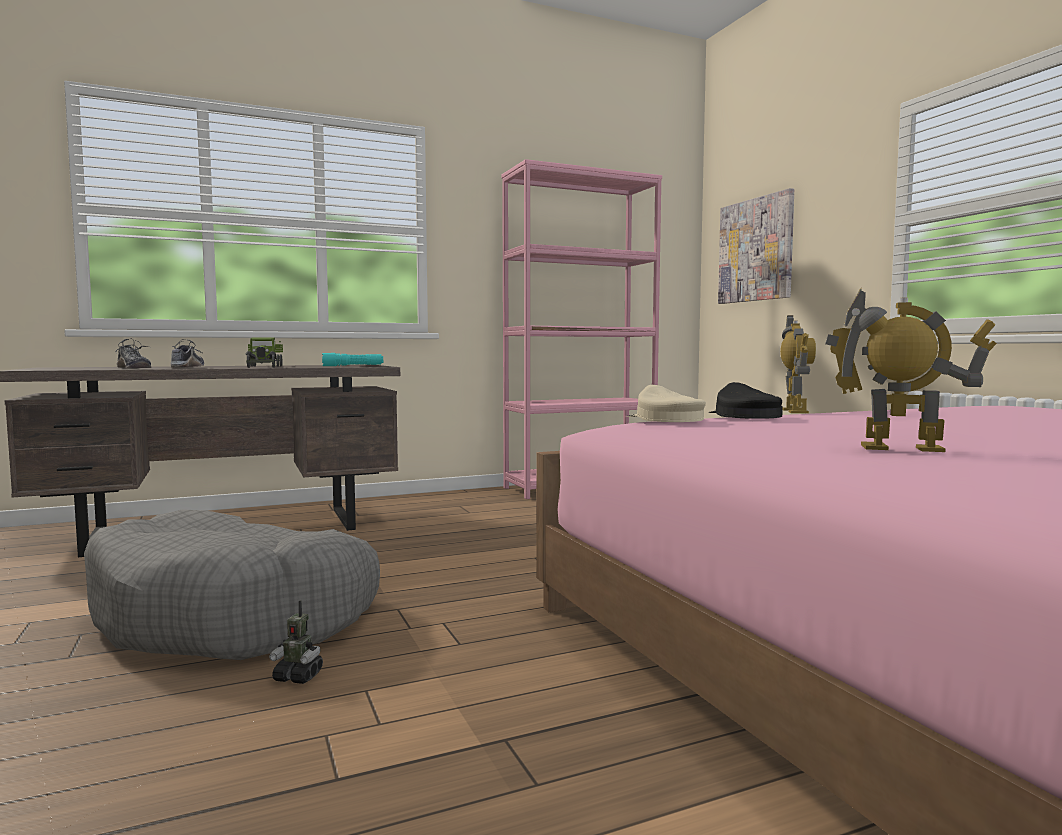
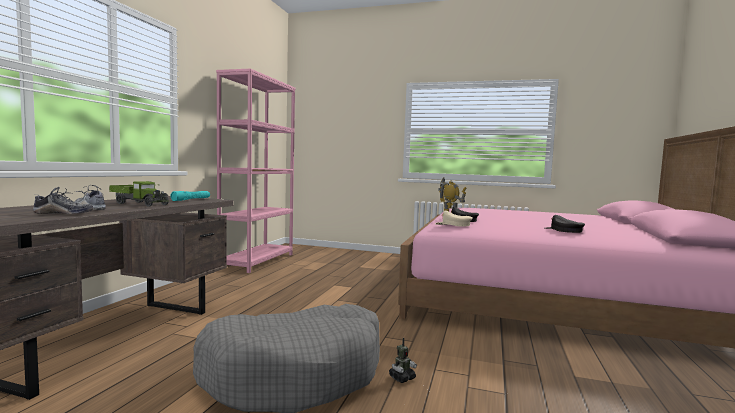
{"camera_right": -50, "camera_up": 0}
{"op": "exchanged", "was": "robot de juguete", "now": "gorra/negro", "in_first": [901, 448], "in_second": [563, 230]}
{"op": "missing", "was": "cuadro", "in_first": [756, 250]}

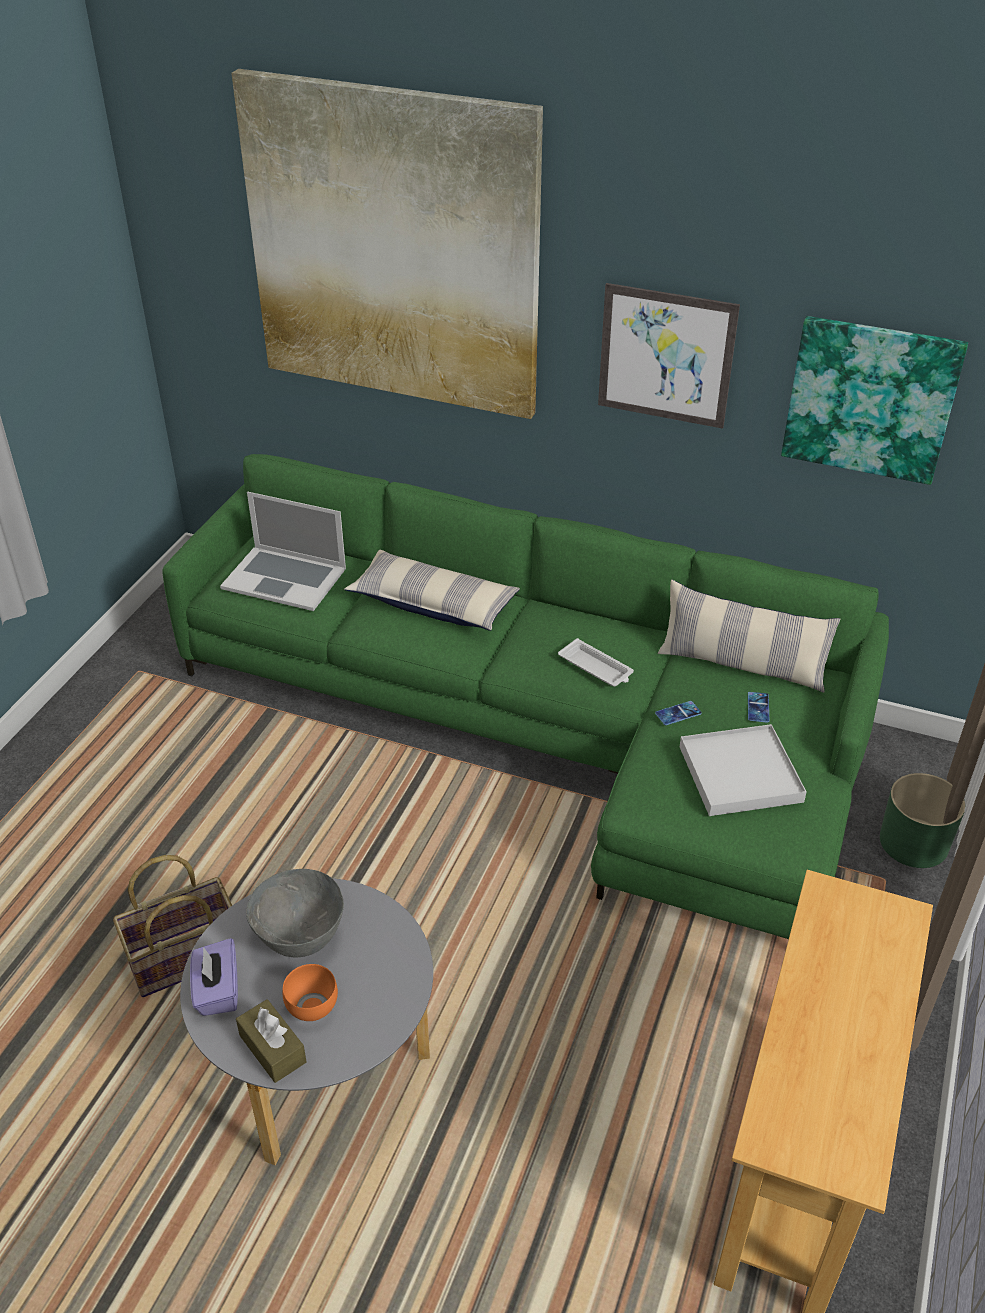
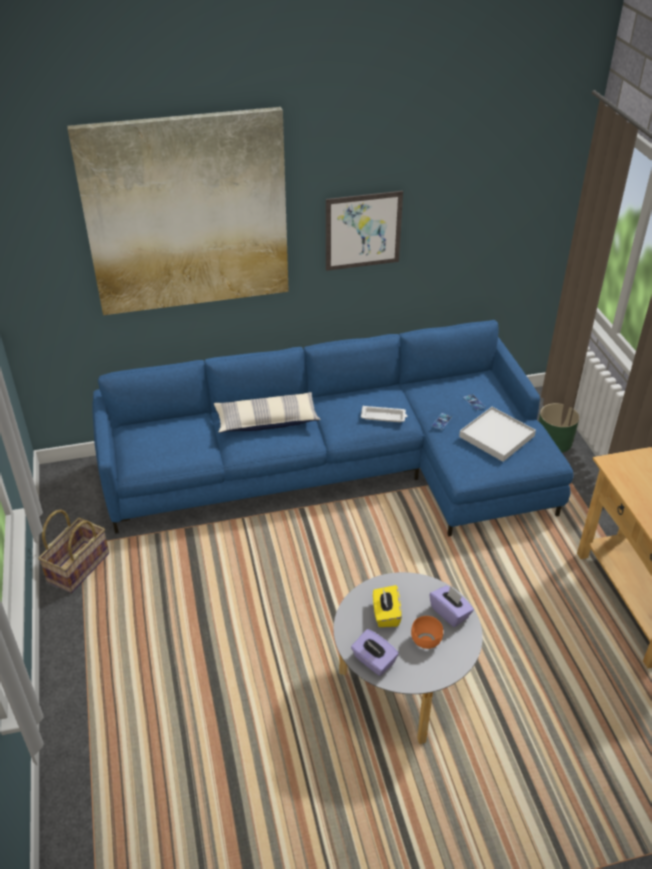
{"camera_right": -35, "camera_up": 0}
{"op": "relocated", "was": "cesta", "in_first": [185, 955], "in_second": [78, 566]}
{"op": "colour", "was": "sofá/verde", "now": "sofá/azul", "in_first": [542, 729], "in_second": [343, 469]}
{"op": "exchanged", "was": "cuenco/gris", "now": "caja de pañuelos/amarillo", "in_first": [300, 939], "in_second": [386, 614]}
{"op": "appeared", "now": "caja de pañuelos/morado", "in_second": [450, 613]}
{"op": "missing", "was": "portátil", "in_first": [284, 578]}
{"op": "missing", "was": "caja de pañuelos/marrón", "in_first": [272, 1049]}
{"op": "missing", "was": "cojín", "in_first": [741, 665]}
{"op": "missing", "was": "cuadro", "in_first": [870, 399]}

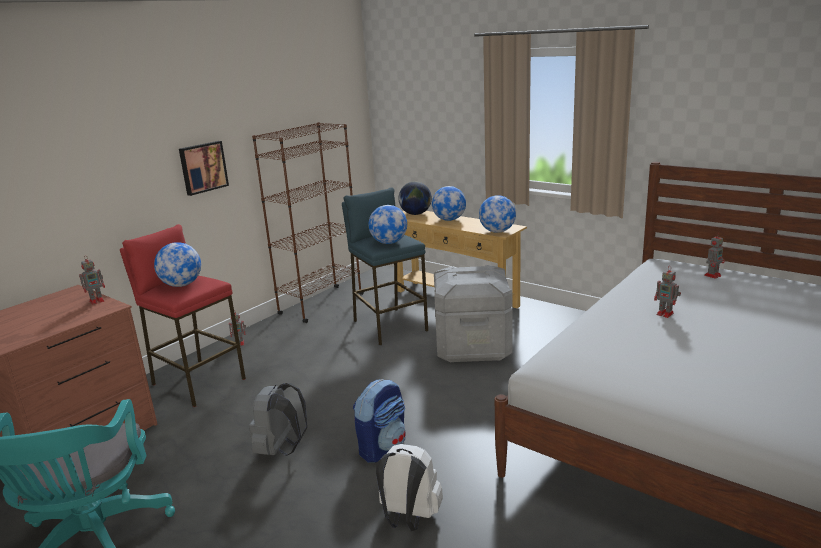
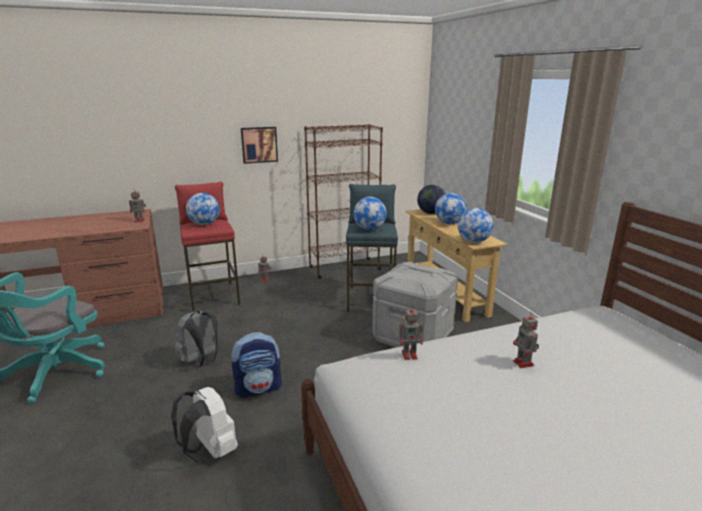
{"camera_right": 30, "camera_up": 0}
{"op": "relocated", "was": "robot de juguete", "in_first": [713, 275], "in_second": [410, 355]}

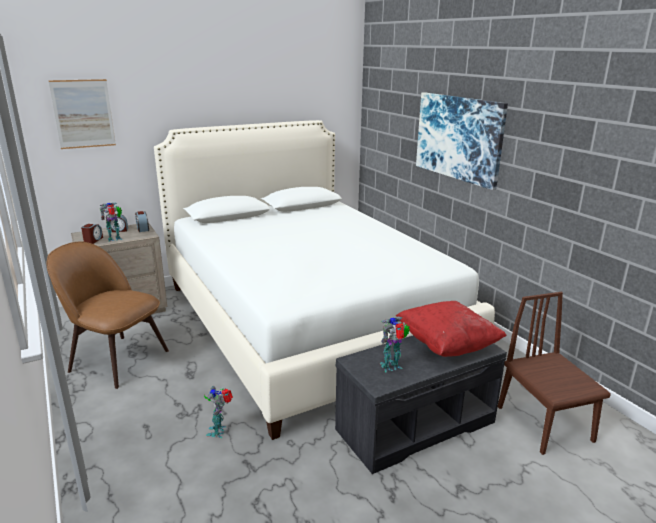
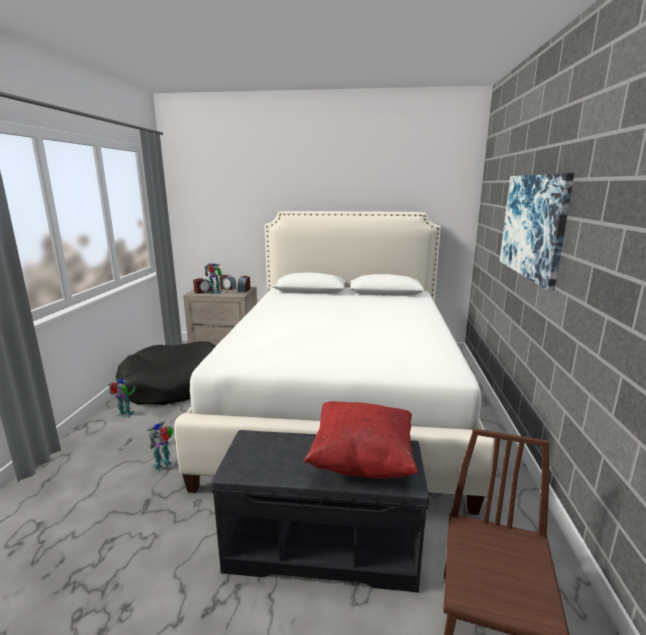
{"camera_right": 35, "camera_up": -5}
{"op": "relocated", "was": "robot de juguete", "in_first": [392, 367], "in_second": [125, 415]}
{"op": "exchanged", "was": "silla/marrón", "now": "cama para perro/negro", "in_first": [116, 359], "in_second": [176, 385]}
{"op": "missing", "was": "cuadro", "in_first": [83, 114]}

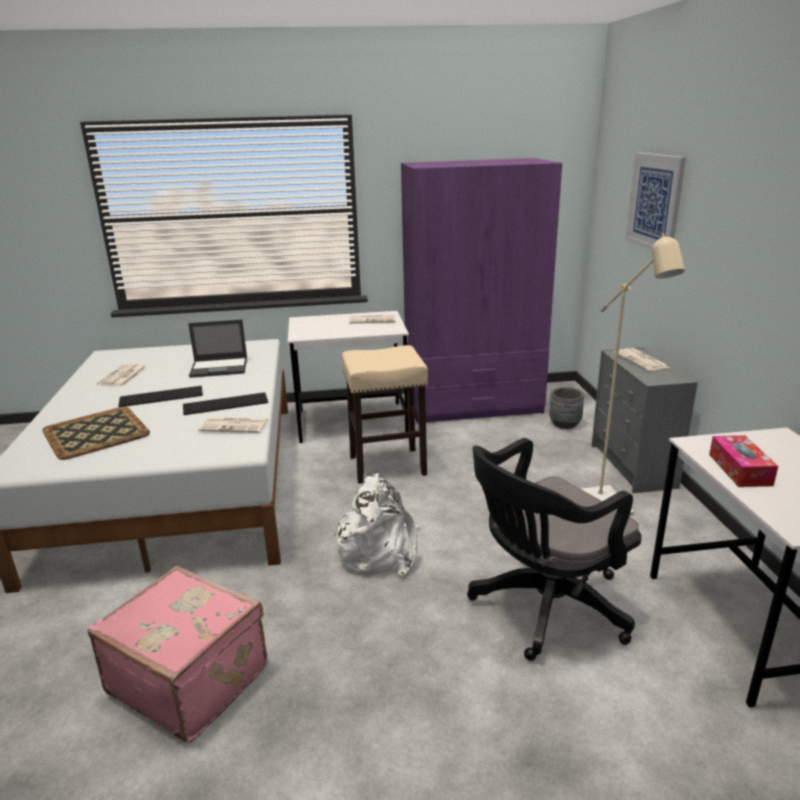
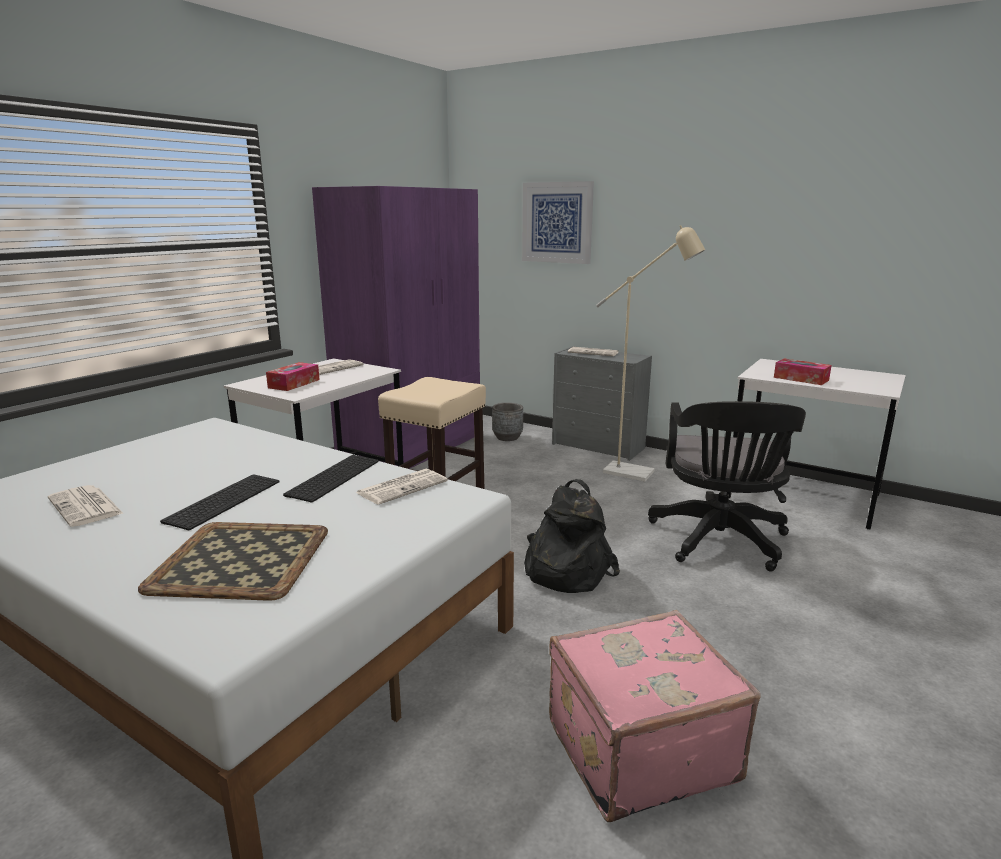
{"camera_right": -50, "camera_up": -5}
{"op": "appeared", "now": "caja de pañuelos", "in_second": [294, 384]}
{"op": "colour", "was": "mochila/blanco", "now": "mochila/negro", "in_first": [379, 551], "in_second": [564, 570]}
{"op": "missing", "was": "portátil", "in_first": [220, 367]}

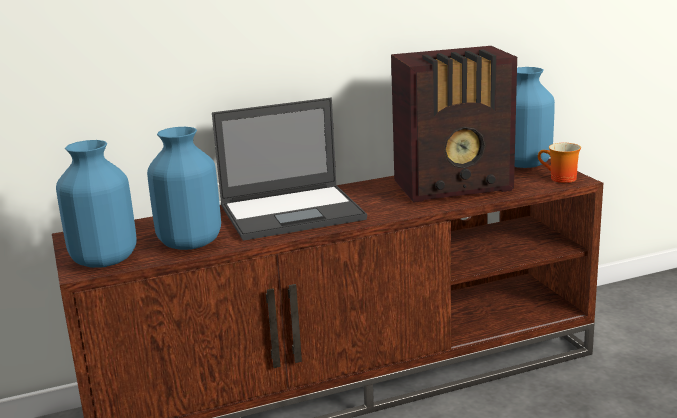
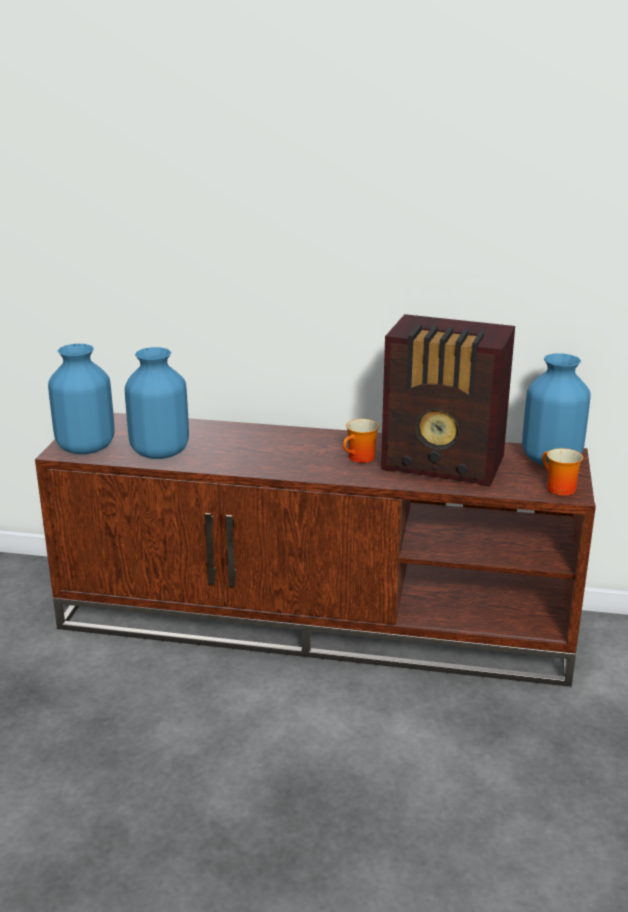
{"camera_right": 30, "camera_up": 5}
{"op": "appeared", "now": "taza grande", "in_second": [361, 459]}
{"op": "missing", "was": "portátil", "in_first": [293, 212]}

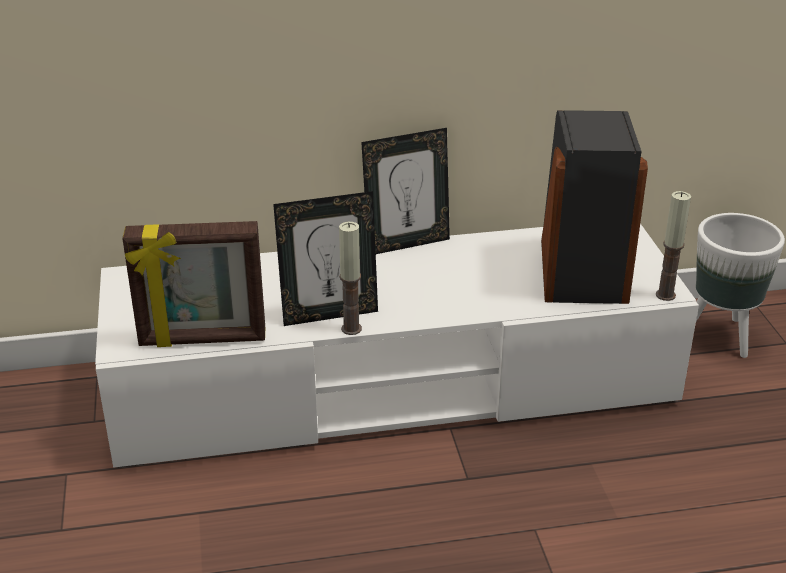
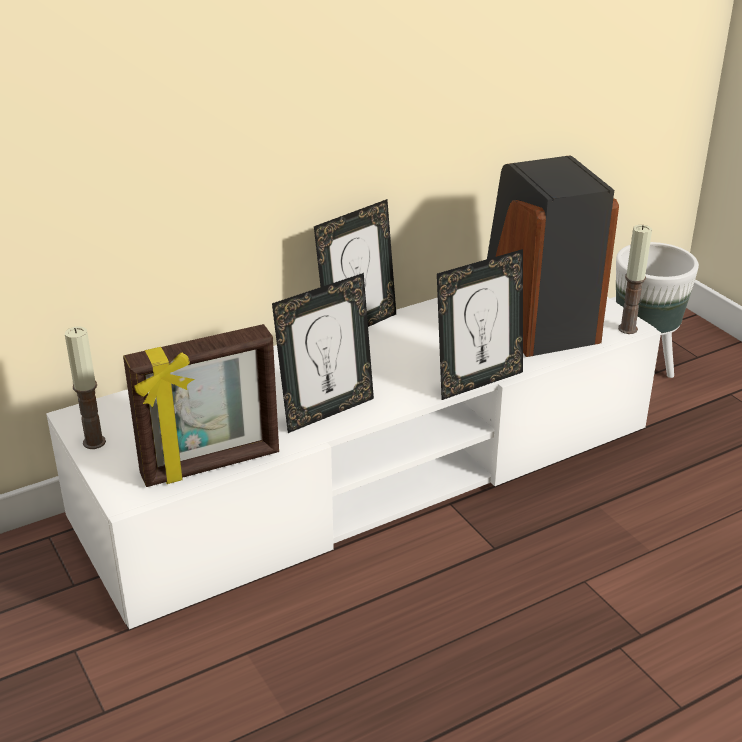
{"camera_right": -20, "camera_up": 0}
{"op": "relocated", "was": "vela", "in_first": [351, 329], "in_second": [94, 442]}
{"op": "appeared", "now": "portarretratos", "in_second": [478, 381]}

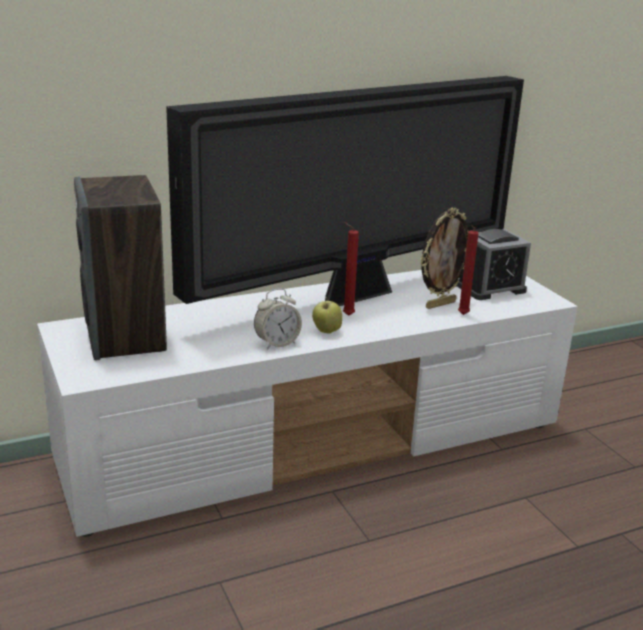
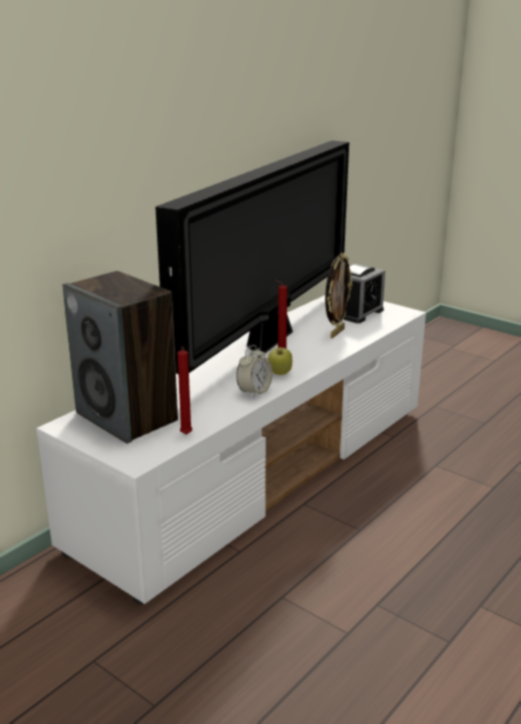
{"camera_right": -25, "camera_up": 0}
{"op": "relocated", "was": "vela/rojo", "in_first": [462, 315], "in_second": [185, 435]}

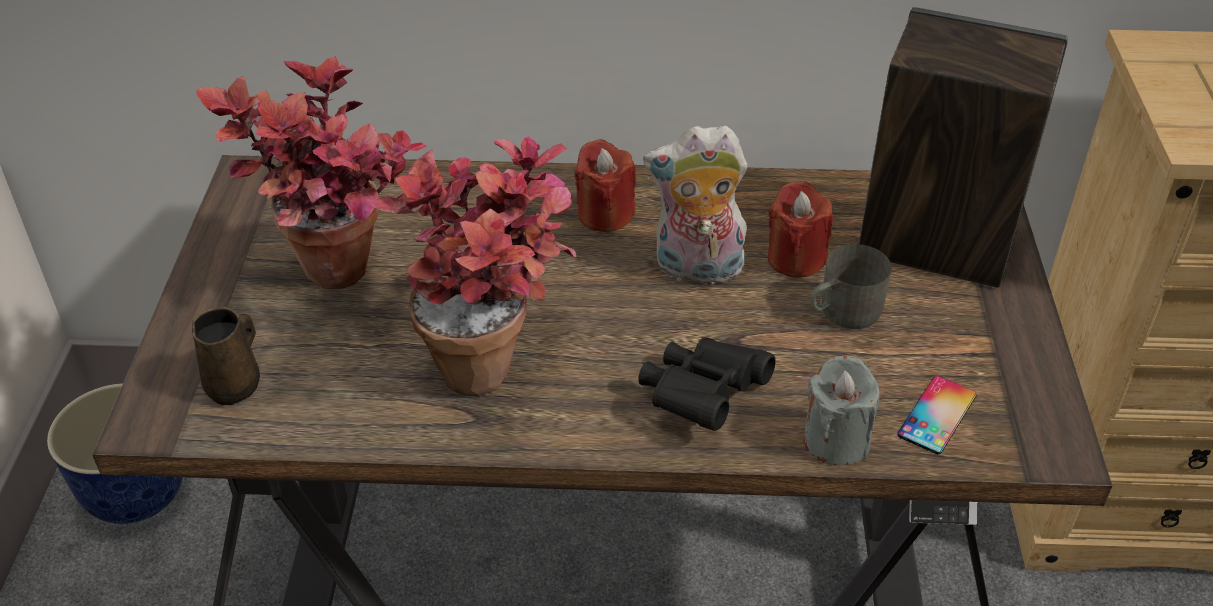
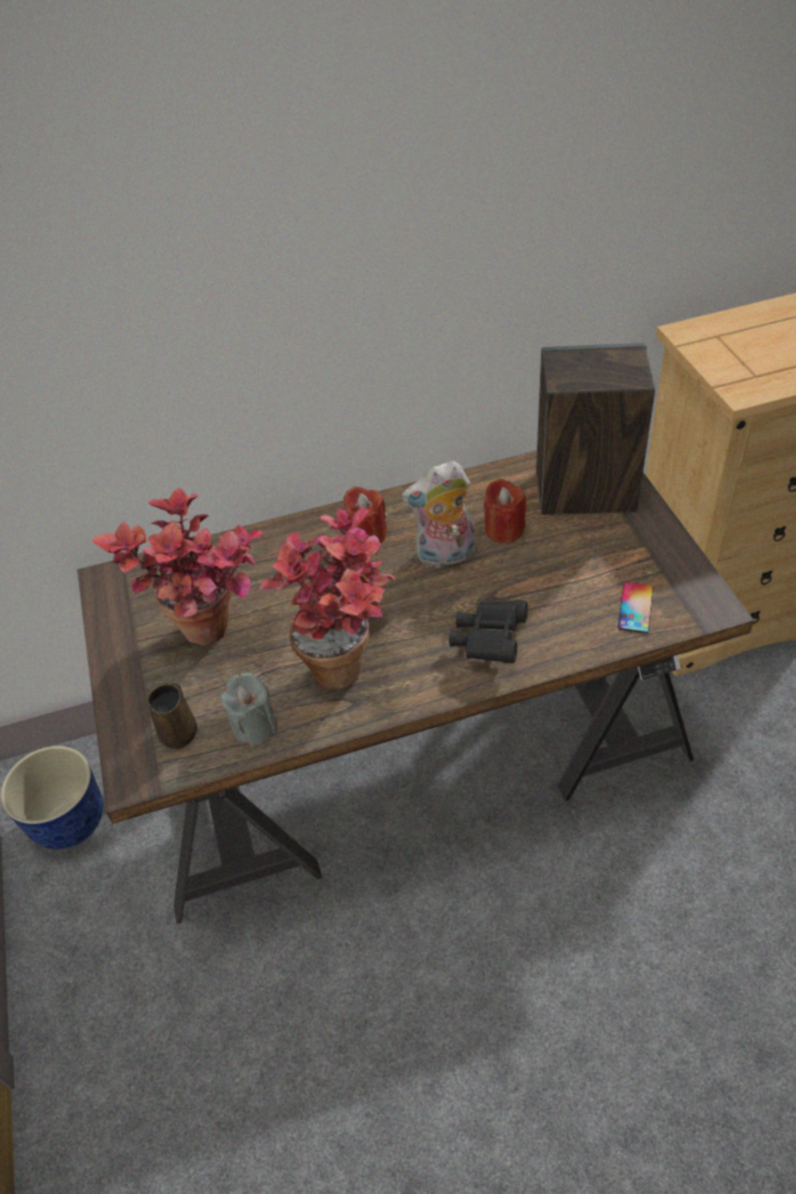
{"camera_right": -15, "camera_up": 5}
{"op": "relocated", "was": "vela/gris", "in_first": [836, 441], "in_second": [254, 726]}
{"op": "missing", "was": "taza grande/gris", "in_first": [842, 311]}

